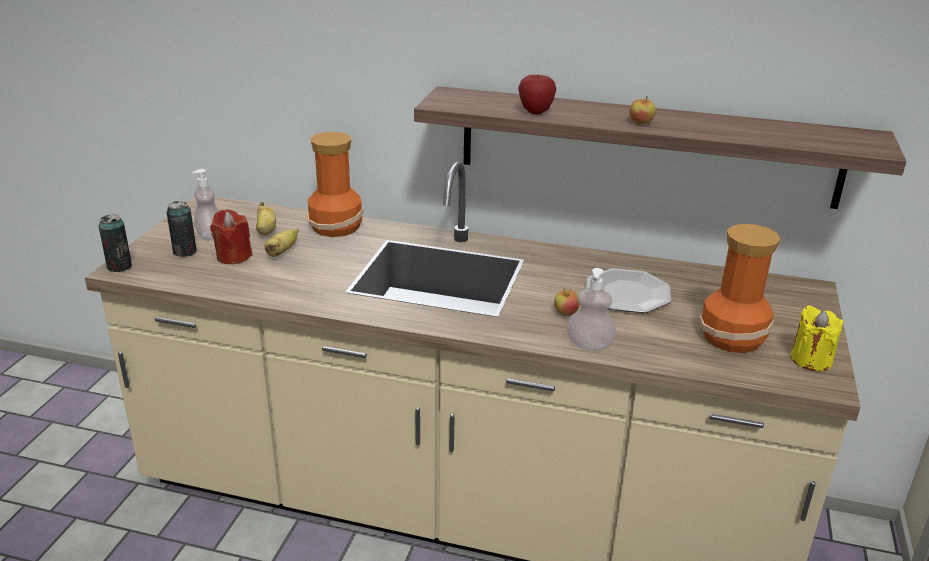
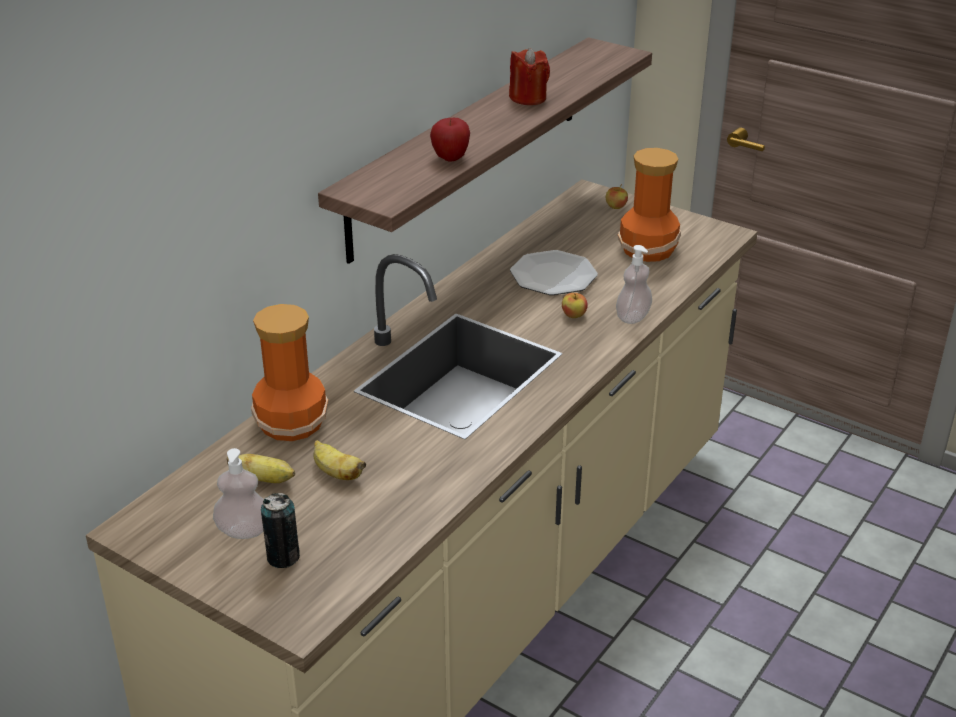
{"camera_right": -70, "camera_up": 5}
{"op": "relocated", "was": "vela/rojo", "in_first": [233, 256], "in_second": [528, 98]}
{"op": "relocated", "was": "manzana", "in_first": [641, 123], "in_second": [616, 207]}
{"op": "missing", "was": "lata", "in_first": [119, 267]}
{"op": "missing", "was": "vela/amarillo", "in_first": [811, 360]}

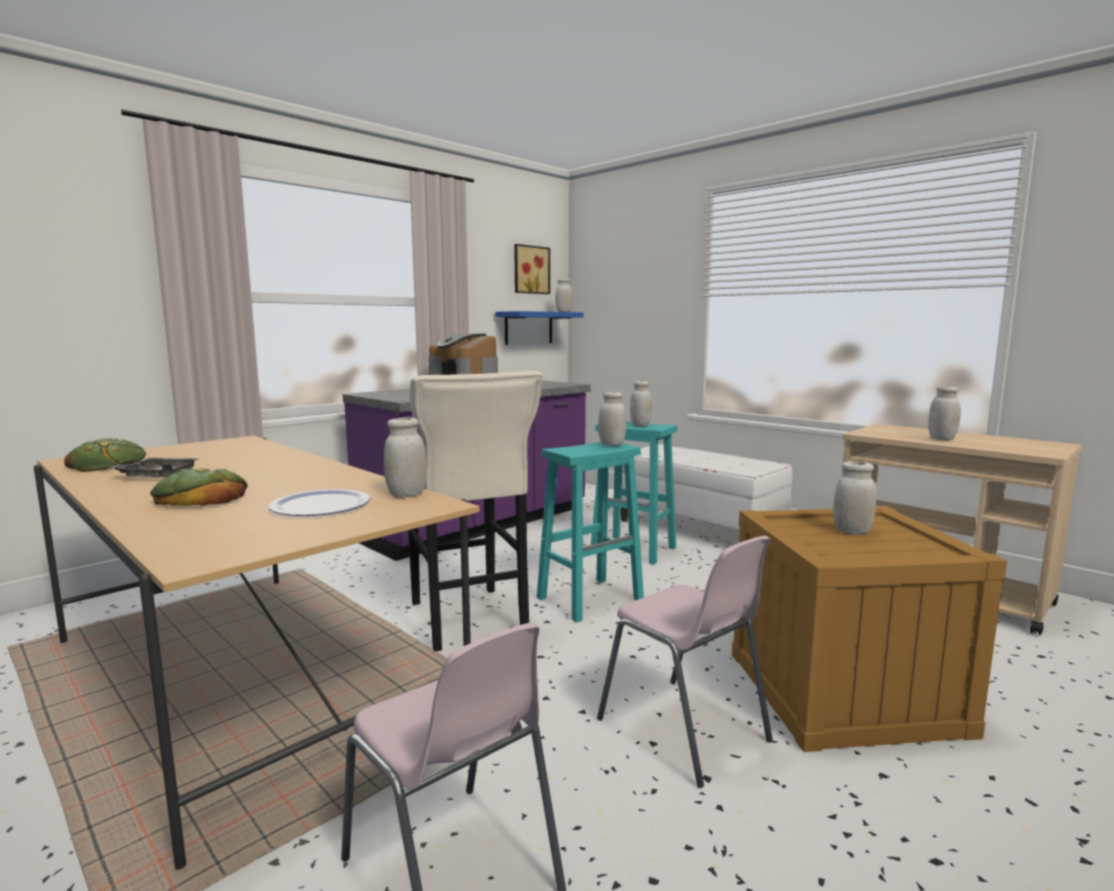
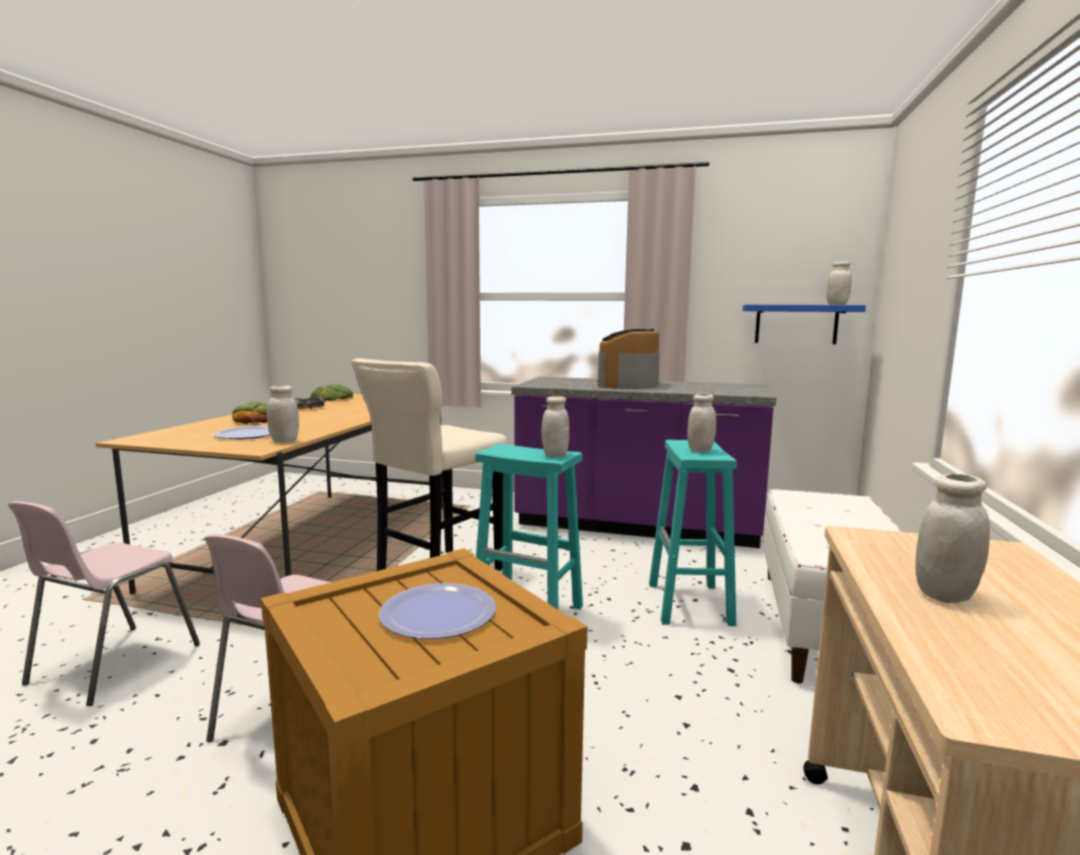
{"camera_right": 60, "camera_up": 0}
{"op": "exchanged", "was": "tarro/blanco", "now": "plato", "in_first": [852, 532], "in_second": [438, 613]}
{"op": "missing", "was": "cuadro", "in_first": [530, 270]}

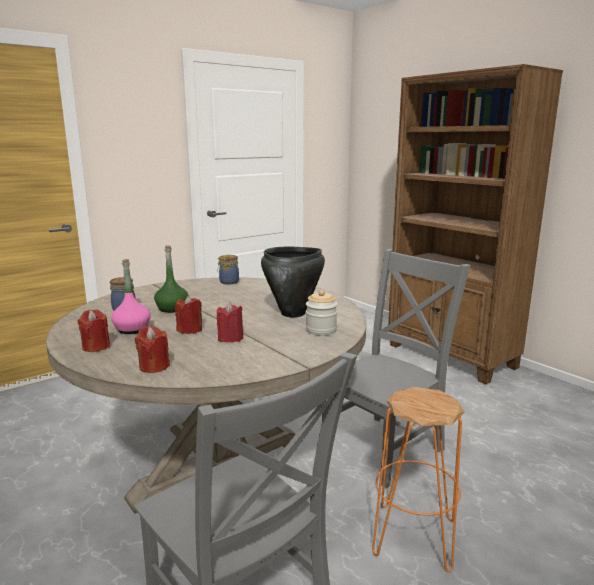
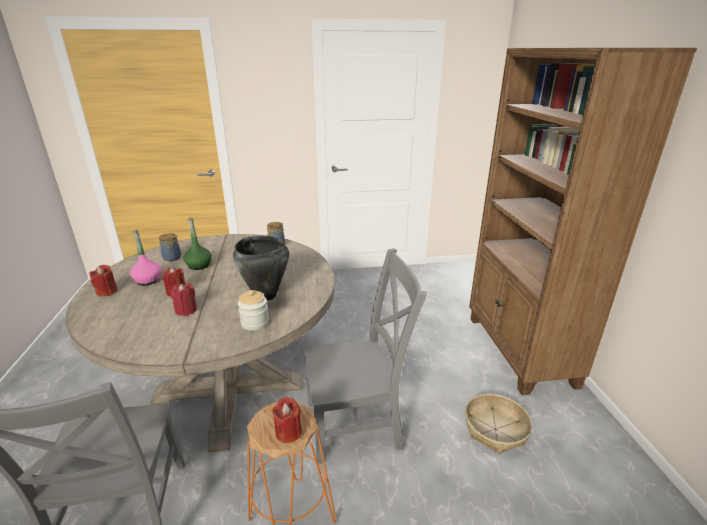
{"camera_right": 30, "camera_up": 10}
{"op": "relocated", "was": "vela/rojo", "in_first": [154, 366], "in_second": [288, 432]}
{"op": "appeared", "now": "cesta", "in_second": [495, 429]}

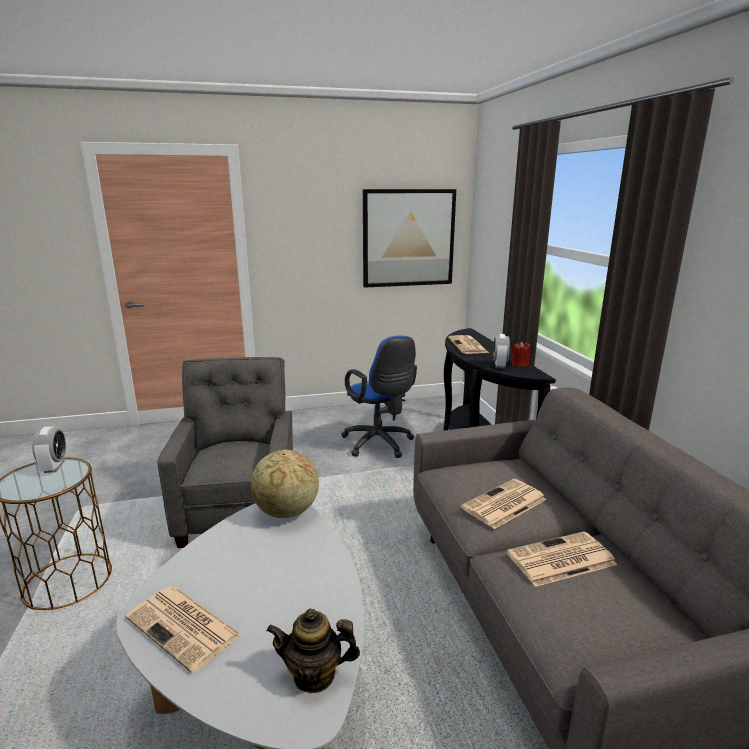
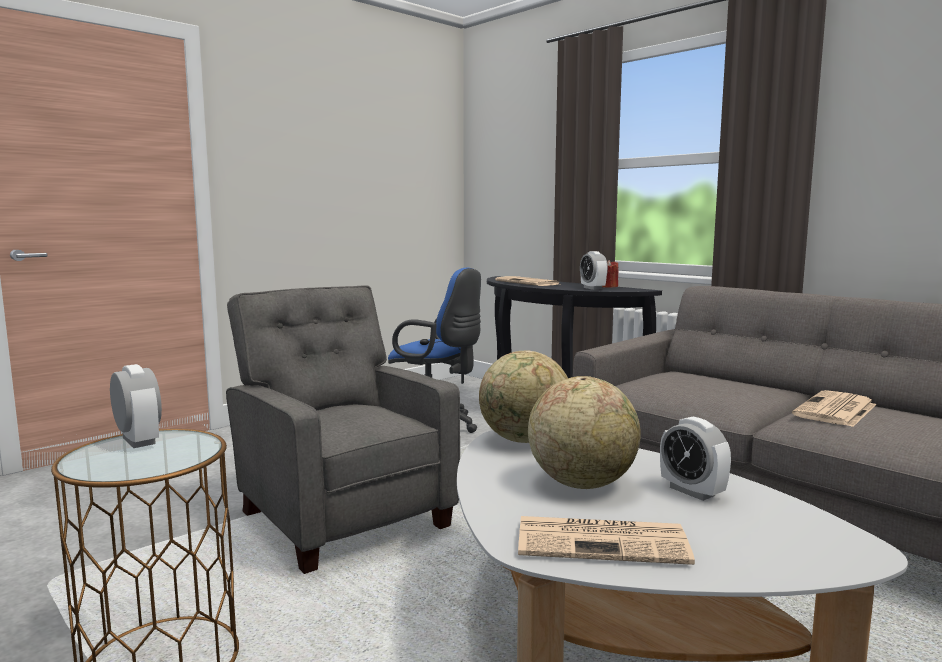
{"camera_right": -30, "camera_up": -10}
{"op": "appeared", "now": "globo terráqueo", "in_second": [582, 483]}
{"op": "appeared", "now": "despertador", "in_second": [692, 491]}
{"op": "missing", "was": "tetera", "in_first": [314, 675]}
{"op": "missing", "was": "cuadro", "in_first": [408, 238]}
{"op": "missing", "was": "periódico", "in_first": [504, 504]}

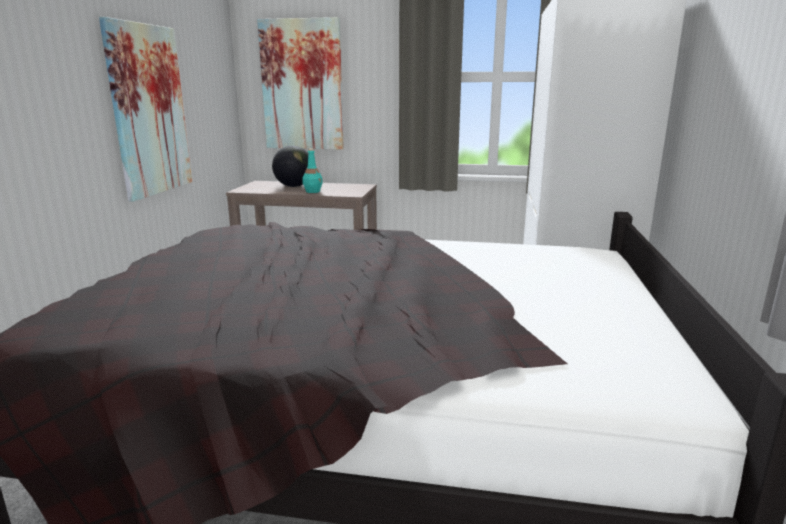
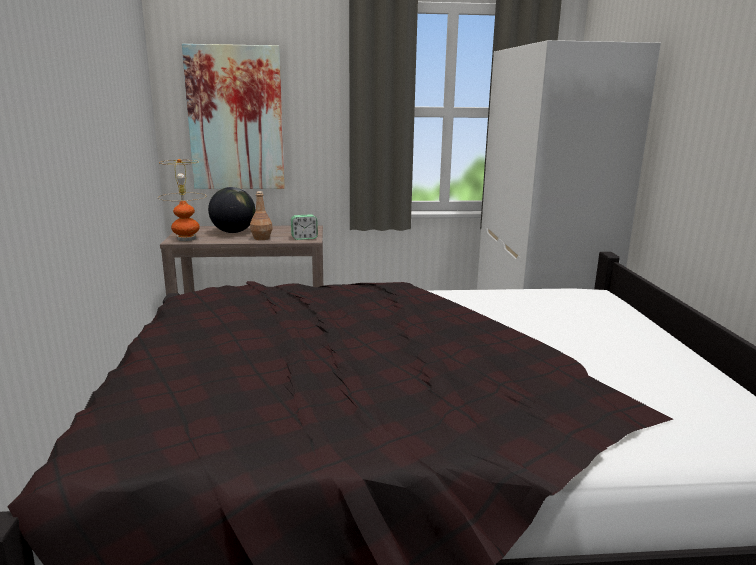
{"camera_right": -15, "camera_up": 0}
{"op": "appeared", "now": "lámpara de mesa", "in_second": [186, 239]}
{"op": "colour", "was": "botella/turquesa", "now": "botella/marrón", "in_first": [313, 191], "in_second": [261, 238]}
{"op": "appeared", "now": "despertador", "in_second": [304, 238]}
{"op": "missing", "was": "cuadro", "in_first": [149, 111]}

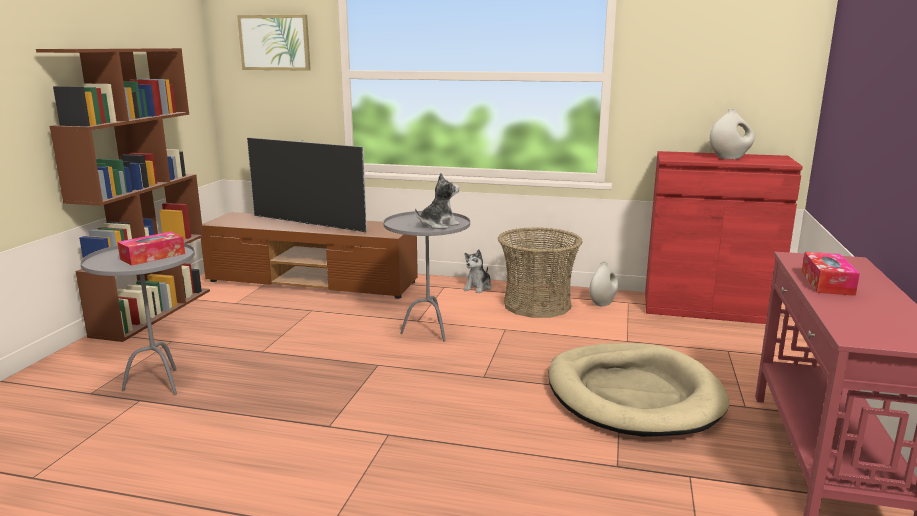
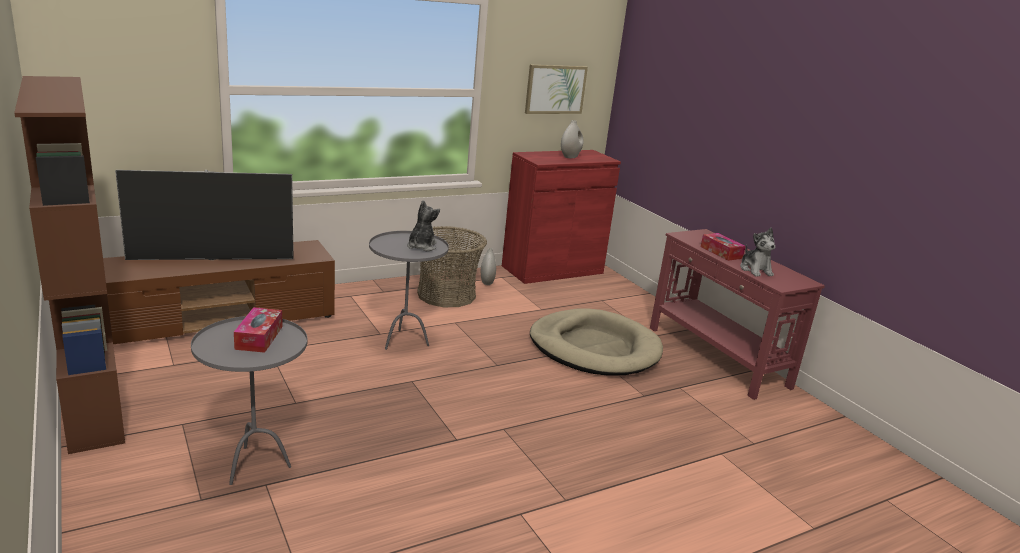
{"camera_right": -45, "camera_up": 5}
{"op": "relocated", "was": "cuadro", "in_first": [275, 42], "in_second": [555, 89]}
{"op": "relocated", "was": "peluche", "in_first": [478, 287], "in_second": [755, 270]}

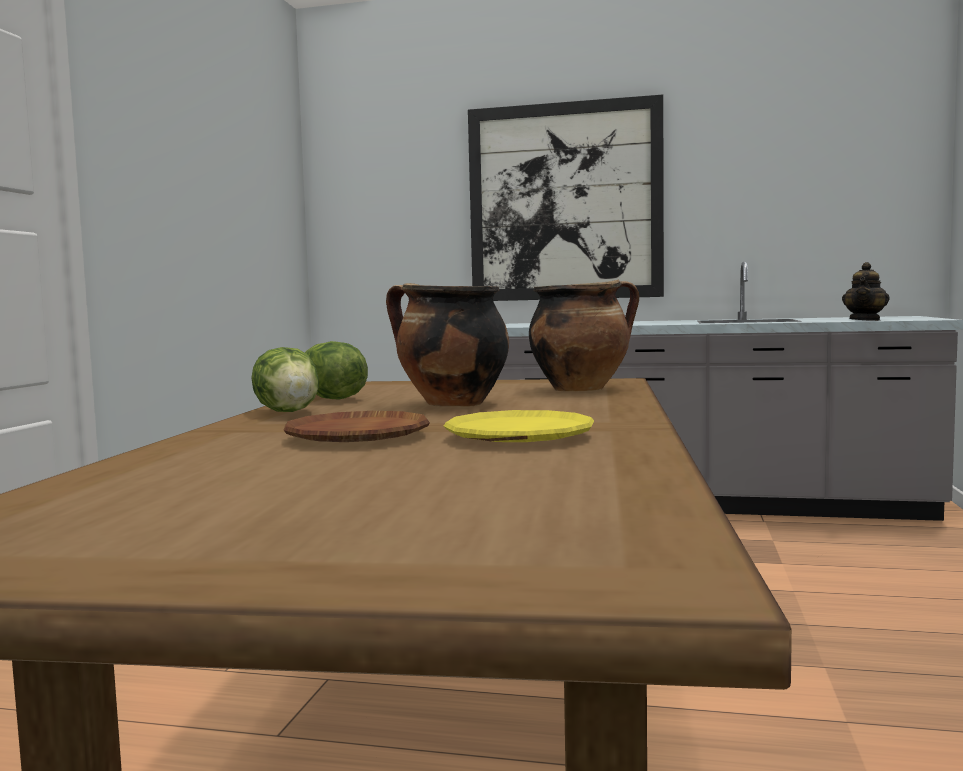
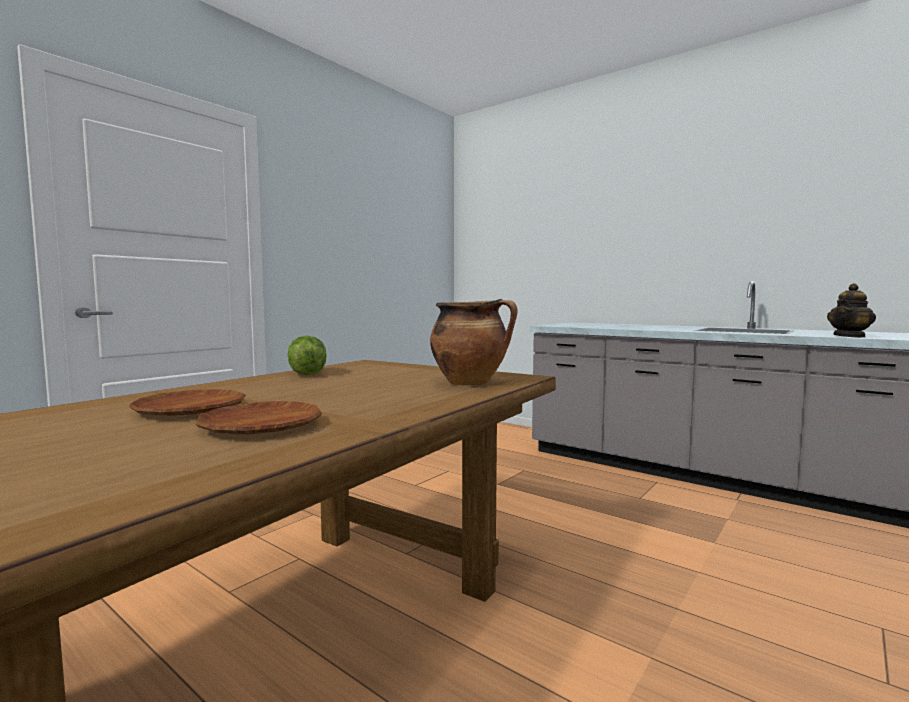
{"camera_right": 25, "camera_up": 0}
{"op": "colour", "was": "plato/amarillo", "now": "plato/marrón", "in_first": [519, 437], "in_second": [261, 426]}
{"op": "missing", "was": "lechuga", "in_first": [289, 412]}
{"op": "missing", "was": "olla", "in_first": [450, 404]}
{"op": "missing", "was": "cuadro", "in_first": [565, 202]}

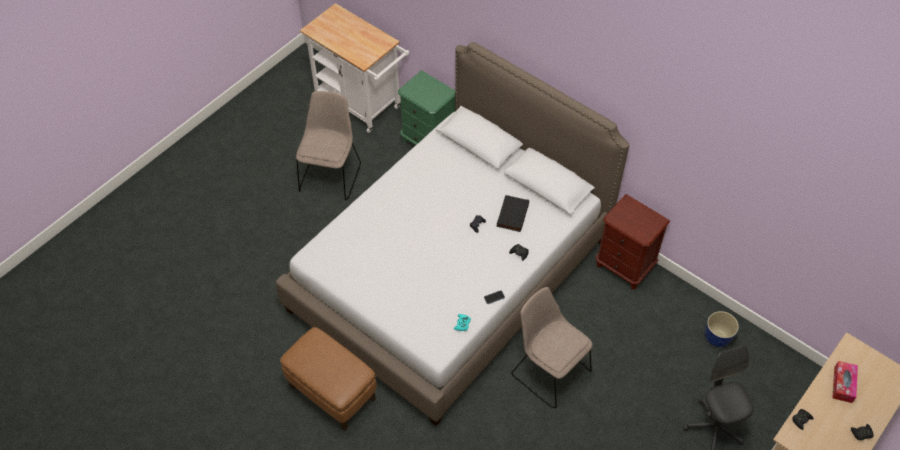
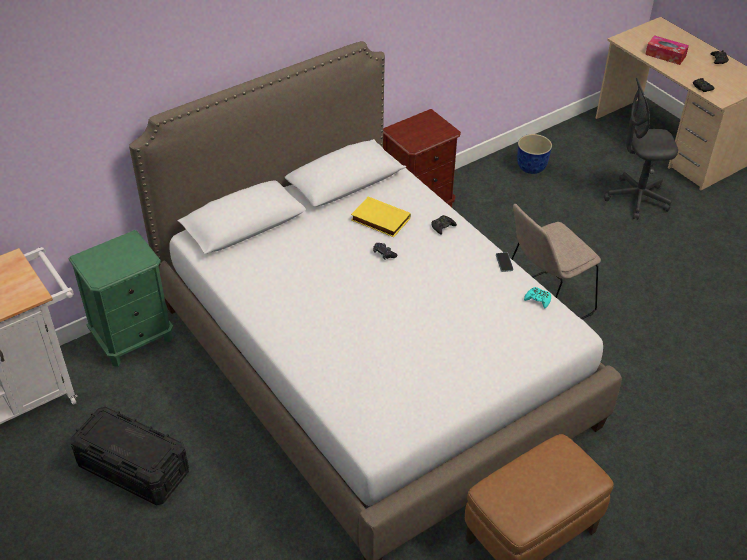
{"camera_right": -75, "camera_up": -10}
{"op": "exchanged", "was": "silla/beis", "now": "caja de almacenaje/negro", "in_first": [330, 175], "in_second": [133, 468]}
{"op": "colour", "was": "libro/negro", "now": "libro/amarillo", "in_first": [511, 214], "in_second": [379, 220]}

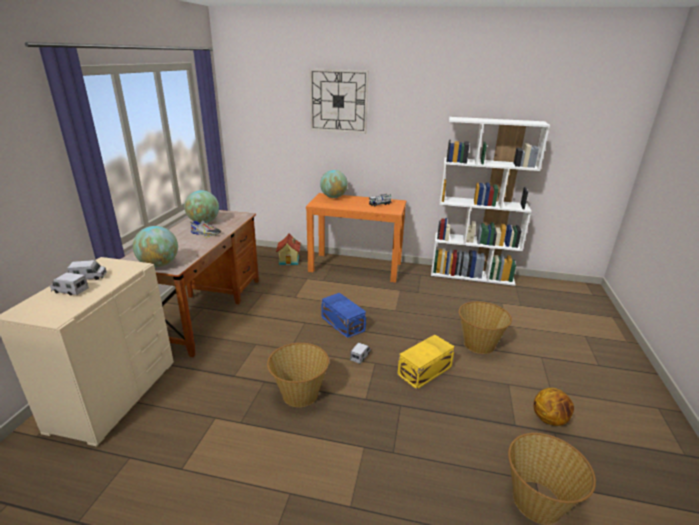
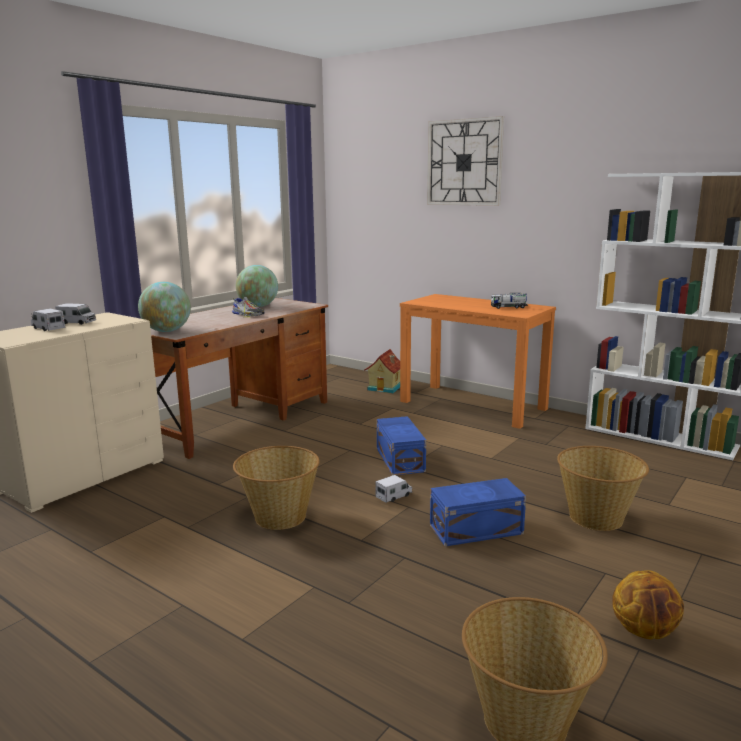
{"camera_right": 25, "camera_up": -10}
{"op": "colour", "was": "caja de almacenaje/amarillo", "now": "caja de almacenaje/azul", "in_first": [426, 371], "in_second": [477, 530]}
{"op": "missing", "was": "globo terráqueo", "in_first": [333, 197]}

